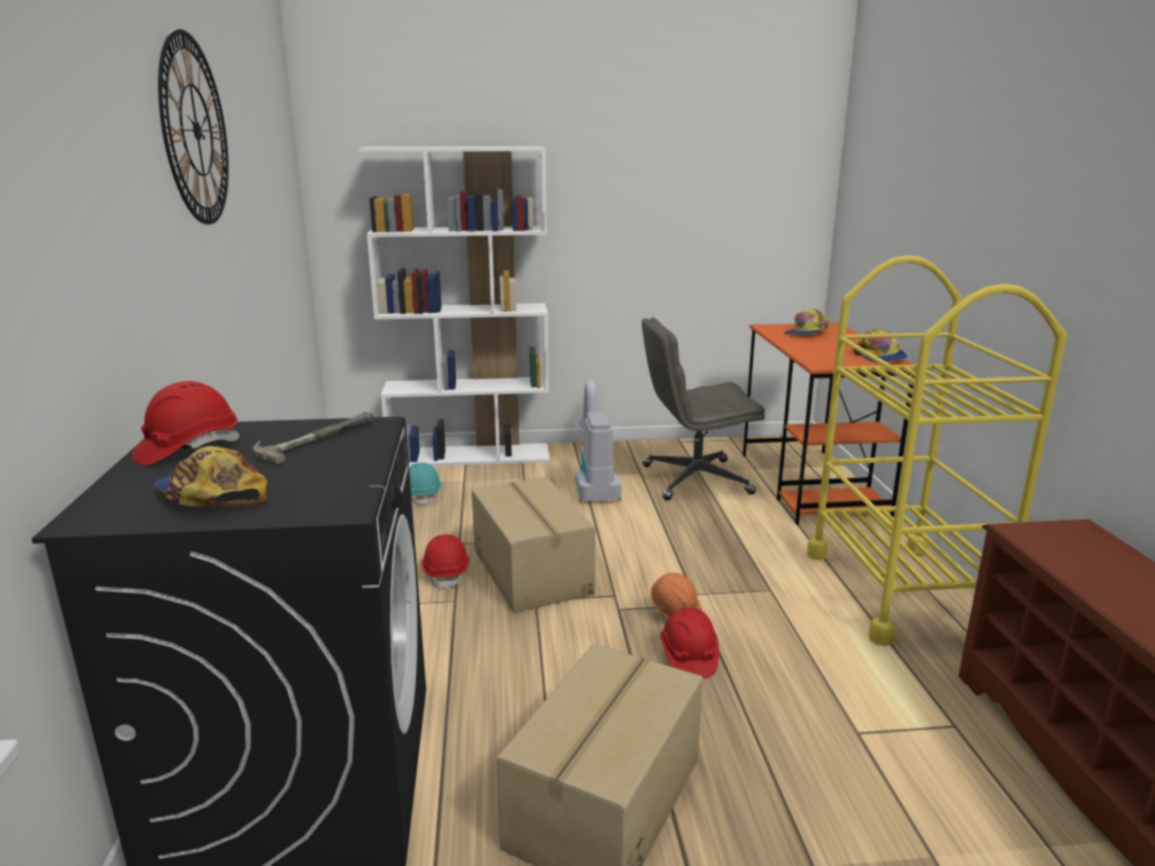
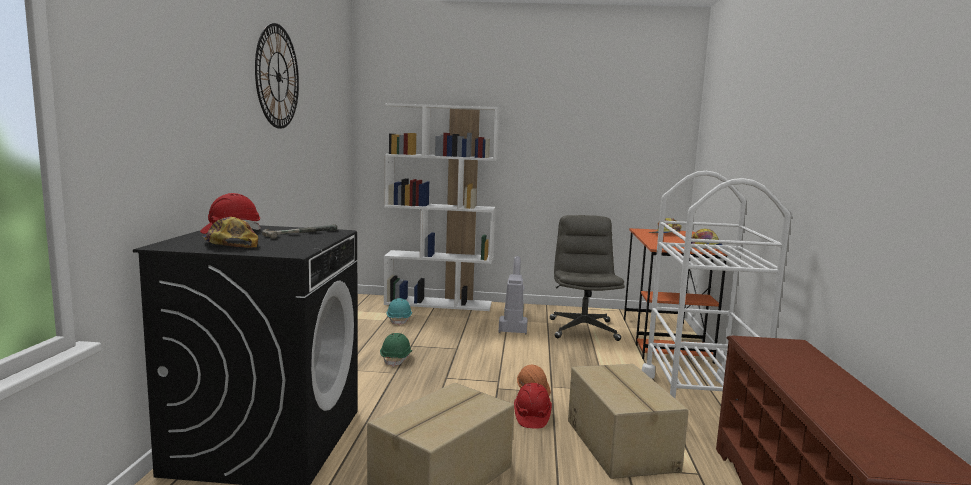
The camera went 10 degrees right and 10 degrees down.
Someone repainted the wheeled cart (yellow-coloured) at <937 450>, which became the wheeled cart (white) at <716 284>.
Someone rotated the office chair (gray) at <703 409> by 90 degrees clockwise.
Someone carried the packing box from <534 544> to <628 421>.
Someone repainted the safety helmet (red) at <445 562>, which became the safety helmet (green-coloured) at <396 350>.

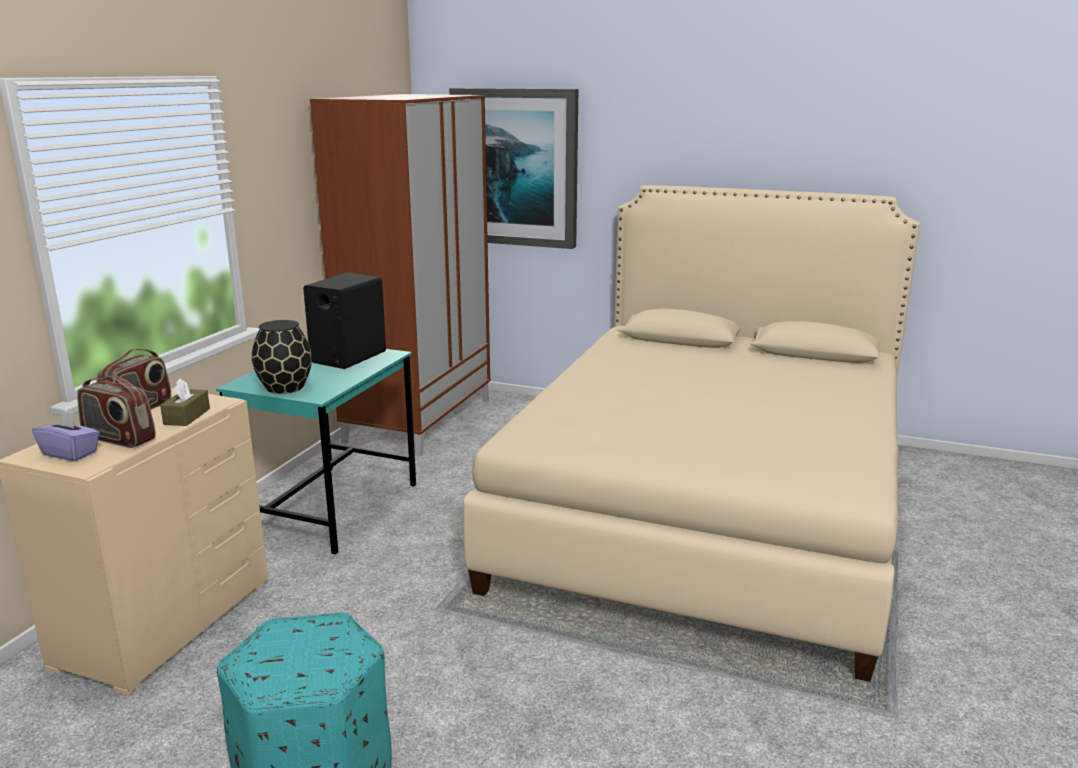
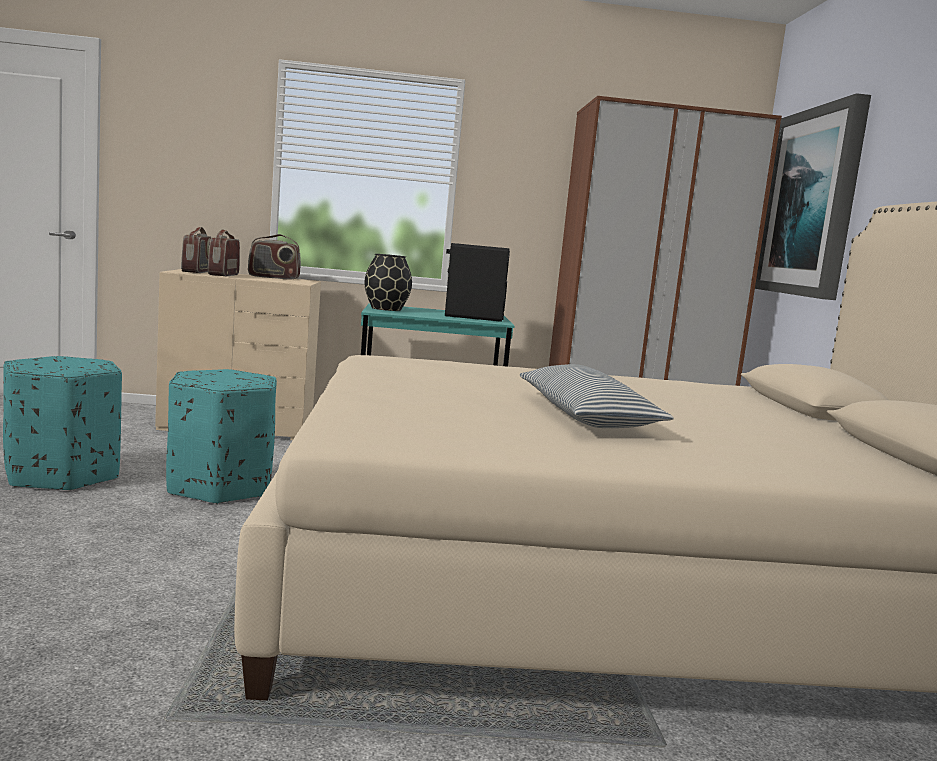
The camera went 65 degrees right and 10 degrees down.
Someone took away the tissue box (brownish) at <185 402>.
Someone swapped the tissue box (purple) at <66 436> for the radio receiver at <196 250>.
Someone put down the pillow at <597 396>.
Someone put down the footrest (turquoise-coloured) at <221 437>.

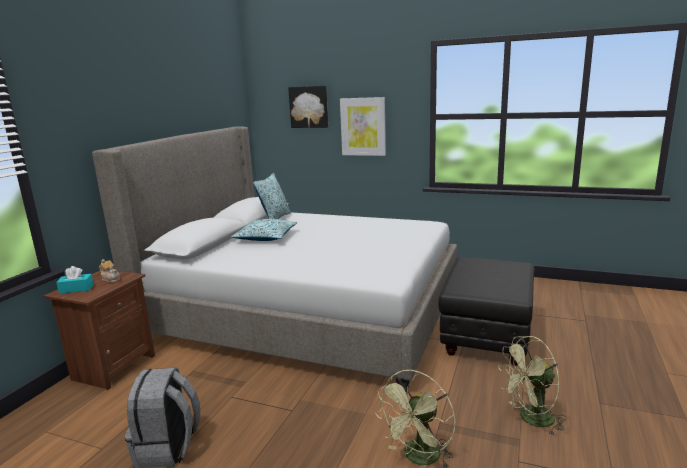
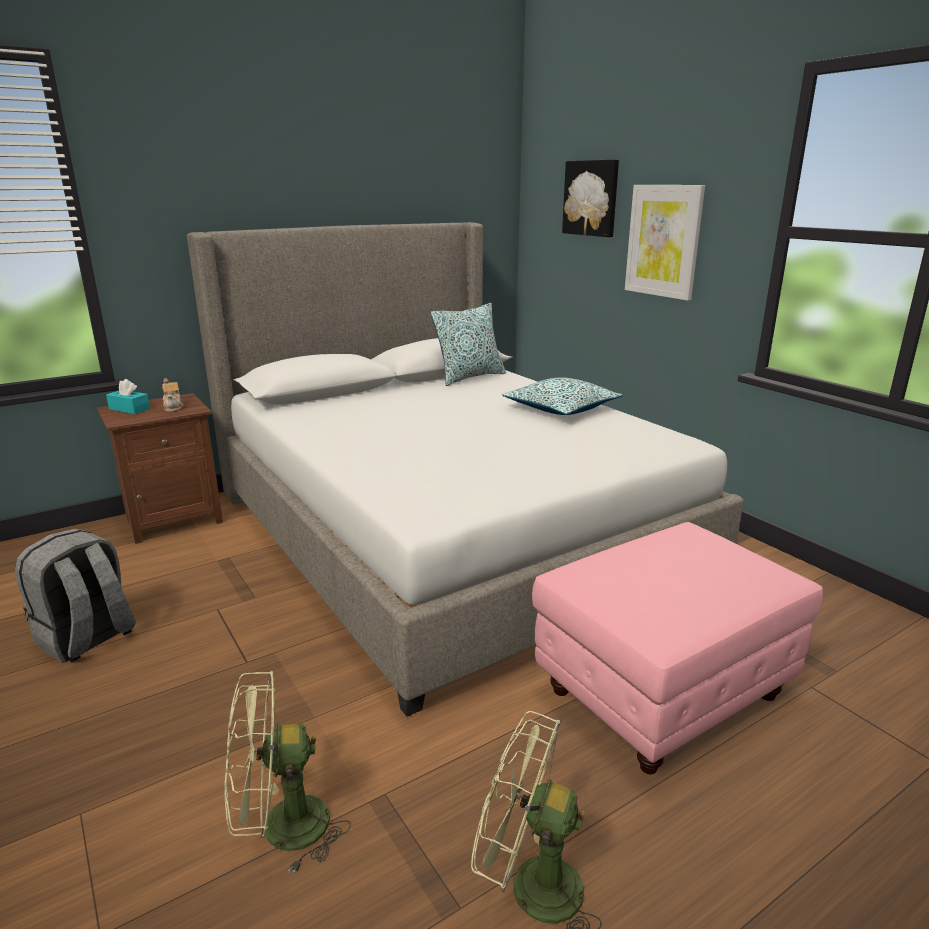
The camera went 35 degrees right and 5 degrees up.
Someone carried the pillow from <264 230> to <562 396>.
Someone repainted the footrest (black) at <486 311>, which became the footrest (pink-coloured) at <677 648>.

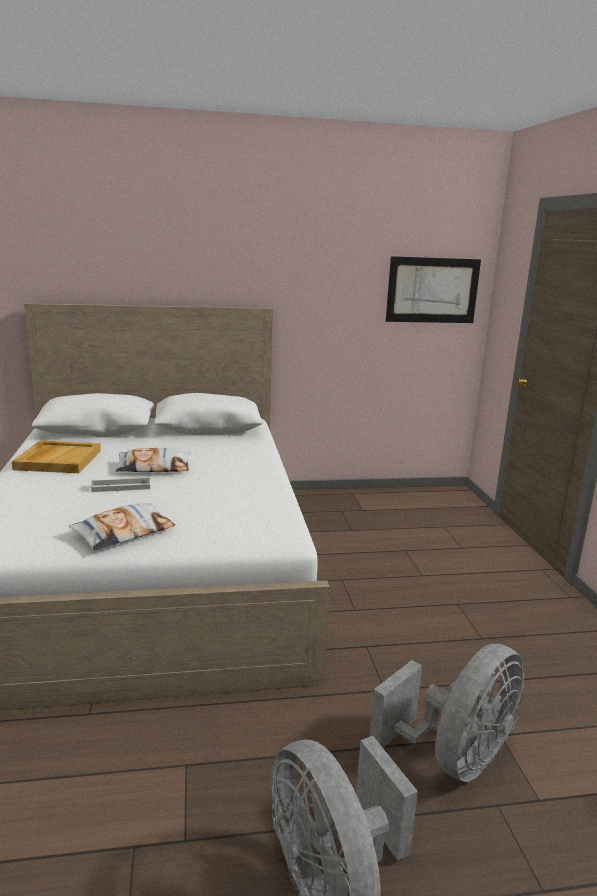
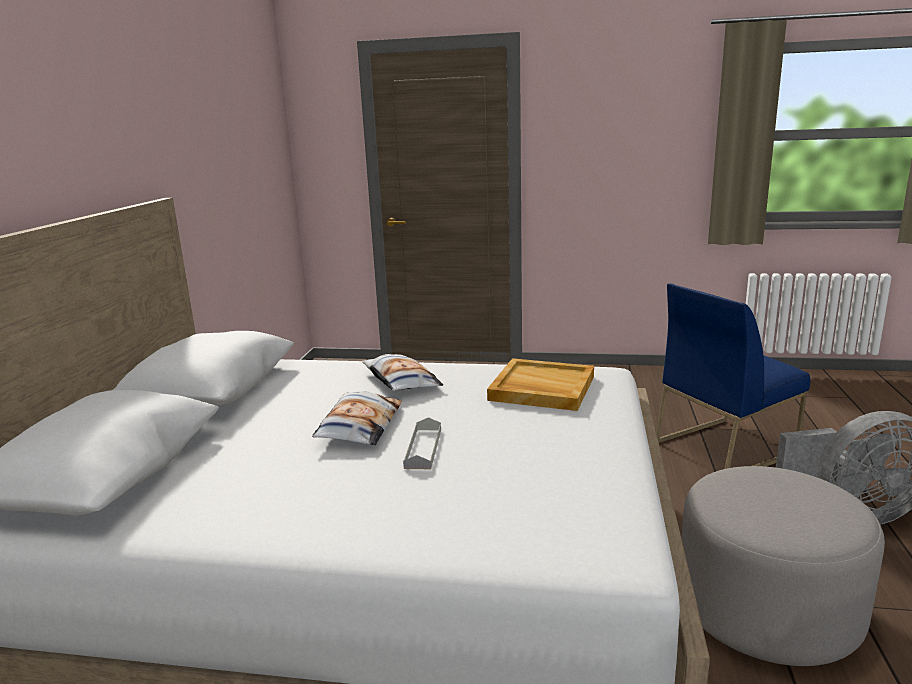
The camera went 70 degrees left and 0 degrees up.
Someone took away the picture at <433 289>.
Someone carried the carrying tray (beige-coloured) from <56 457> to <540 384>.
Someone carried the pillow from <121 527> to <403 372>.
Someone swapped the cooling fan (gray) at <447 713> for the chair (bluish) at <733 376>.
Someone put down the footrest (gray) at <783 566>.

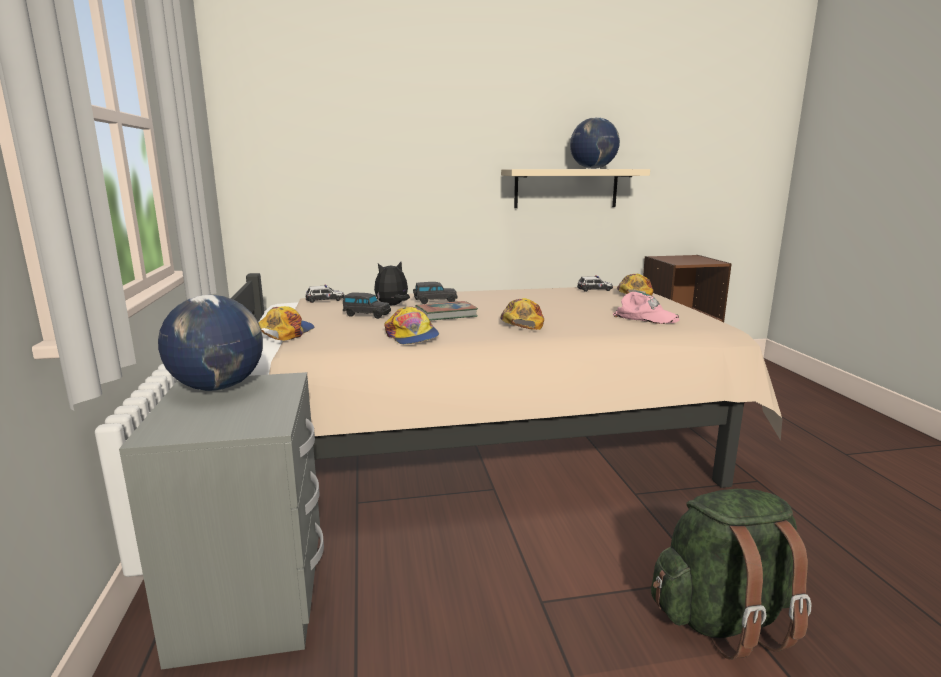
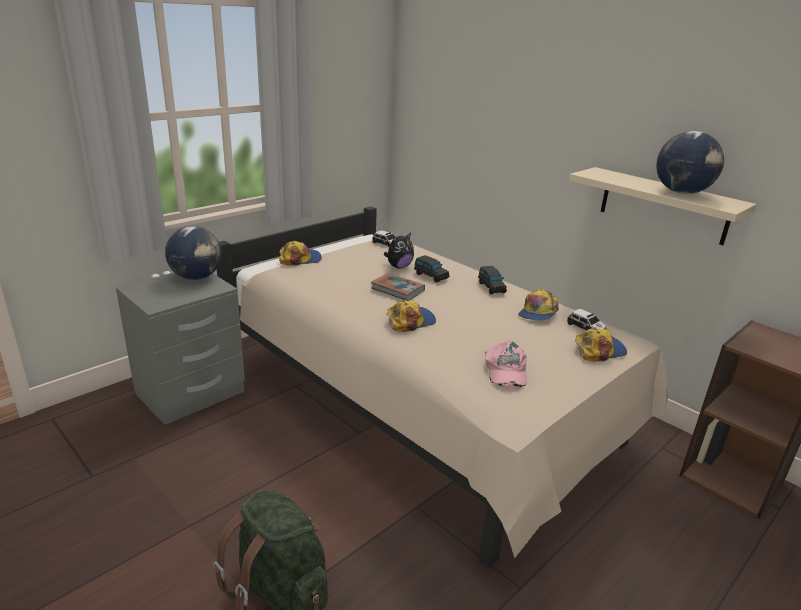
The camera went 55 degrees right and 10 degrees up.
Someone rotated the soft toy at <392 283> by 120 degrees clockwise.
Someone carried the model car (black) from <367 305> to <492 280>.
Someone carried the cap from <411 325> to <538 305>.

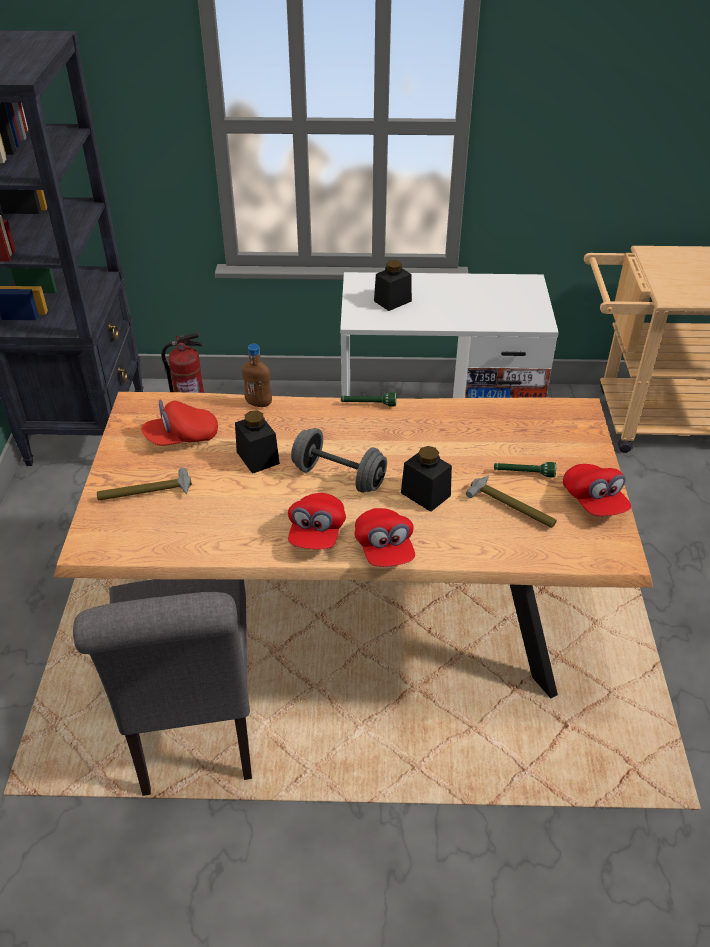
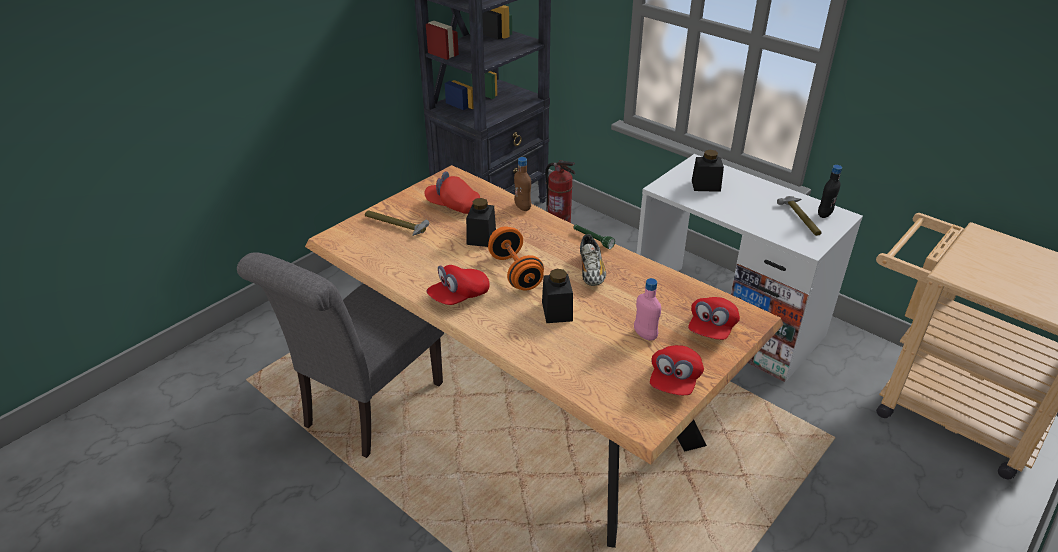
The camera went 40 degrees right and 5 degrees down.
Someone repainted the free weight (gray) at <339 460>, which became the free weight (orange-coloured) at <516 259>.
Someone swapped the torch (green-coloured) at <525 470> for the drink bottle (pink-coloured) at <647 309>.
Someone carried the hand hammer from <511 501> to <799 216>.
Someone carried the cap (red) from <384 537> to <714 318>.
Someone put down the drink bottle (black) at <830 191>.
Someone put down the item of footwear at <593 260>.

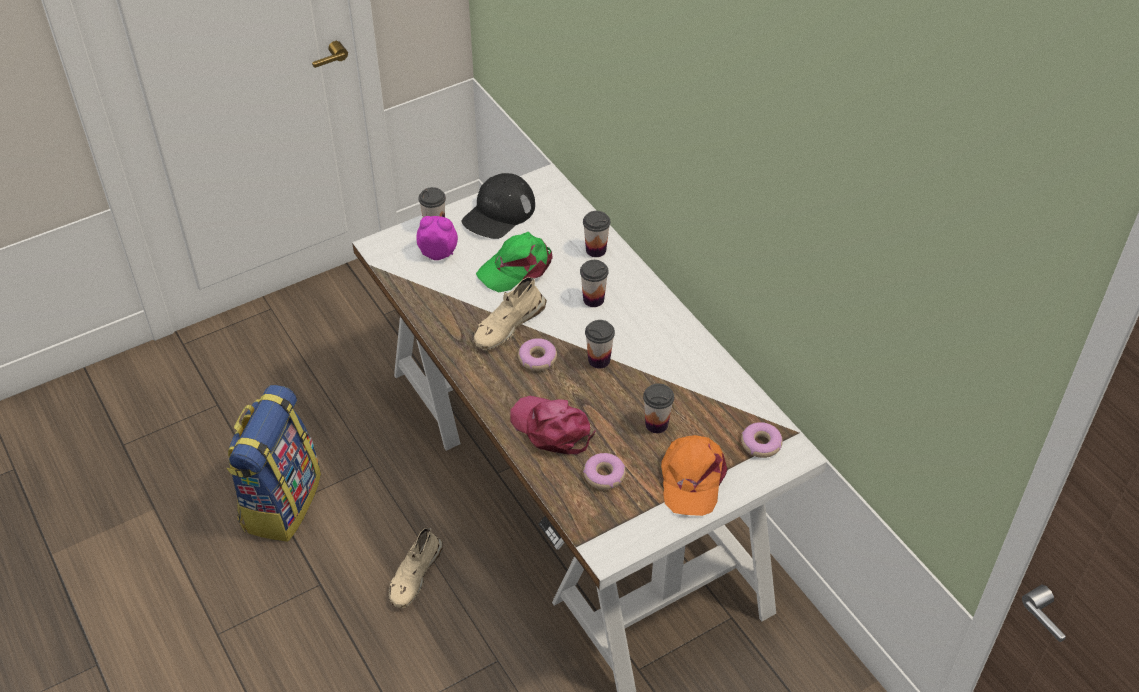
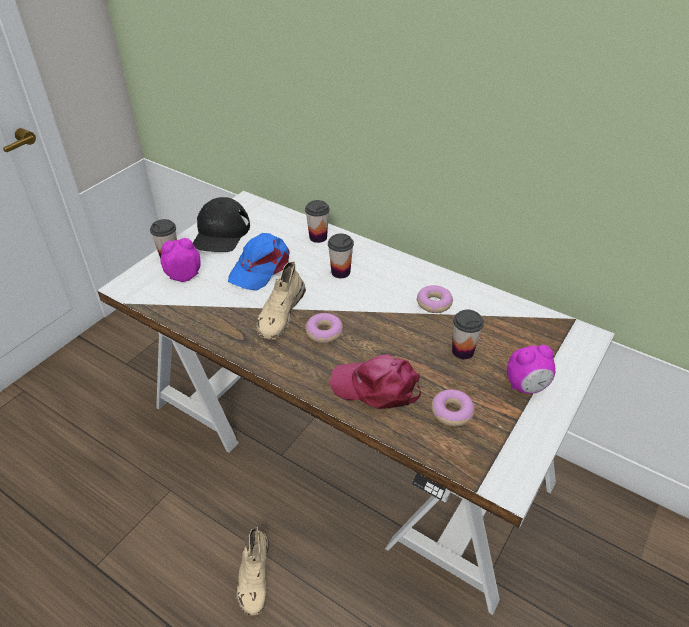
The camera went 25 degrees left and 5 degrees down.
Someone repainted the cap (green-coloured) at <514 262>, which became the cap (bluish) at <259 262>.
Someone took away the small cup at <600 344>.
Someone took away the rucksack at <273 463>.
Someone carried the doughnut from <762 440> to <434 299>.
Someone swapped the cap (orange-coloured) at <694 475> for the bedside clock at <531 369>.

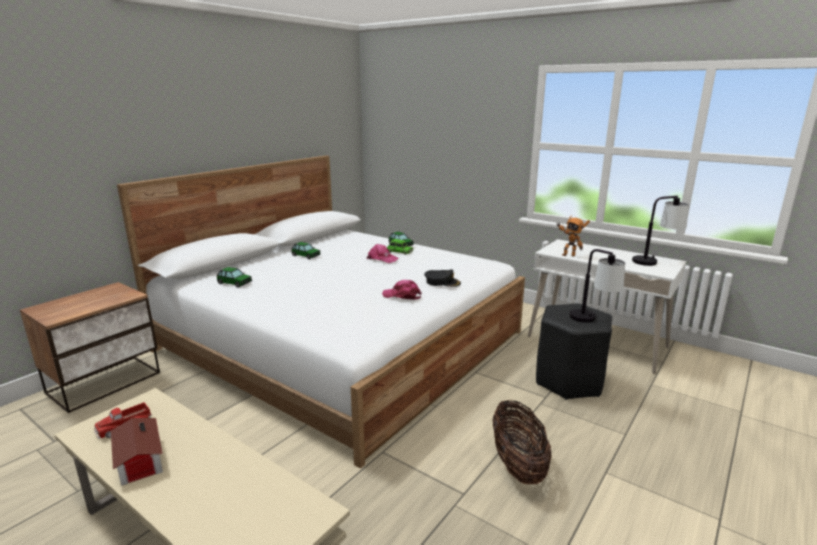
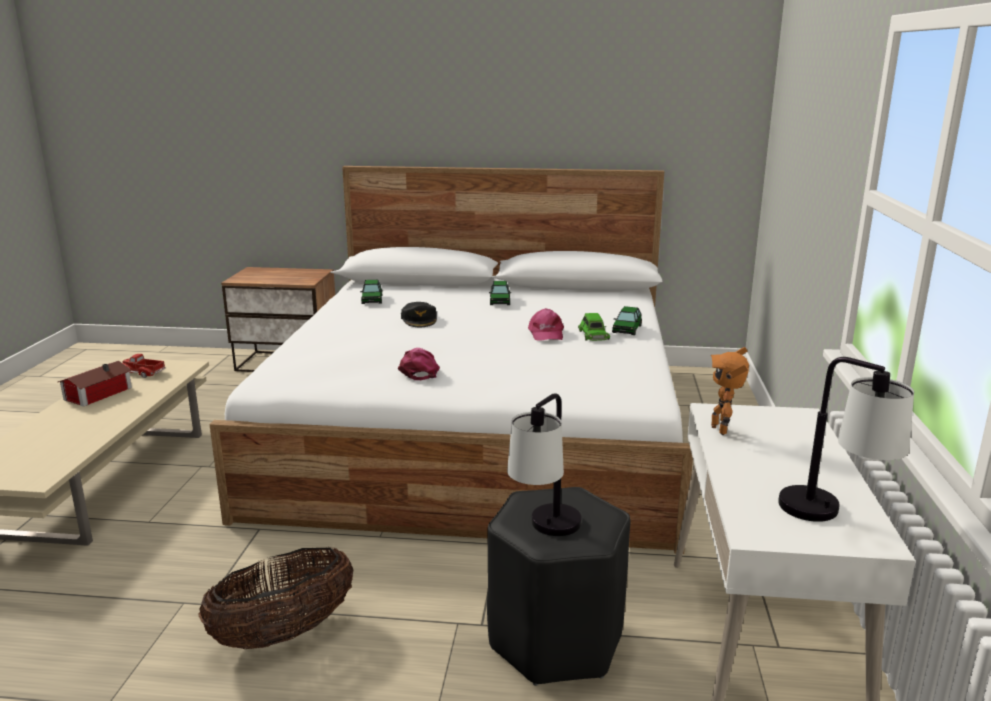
The camera went 60 degrees right and 0 degrees up.
Someone carried the cap (black) from <442 278> to <419 314>.

